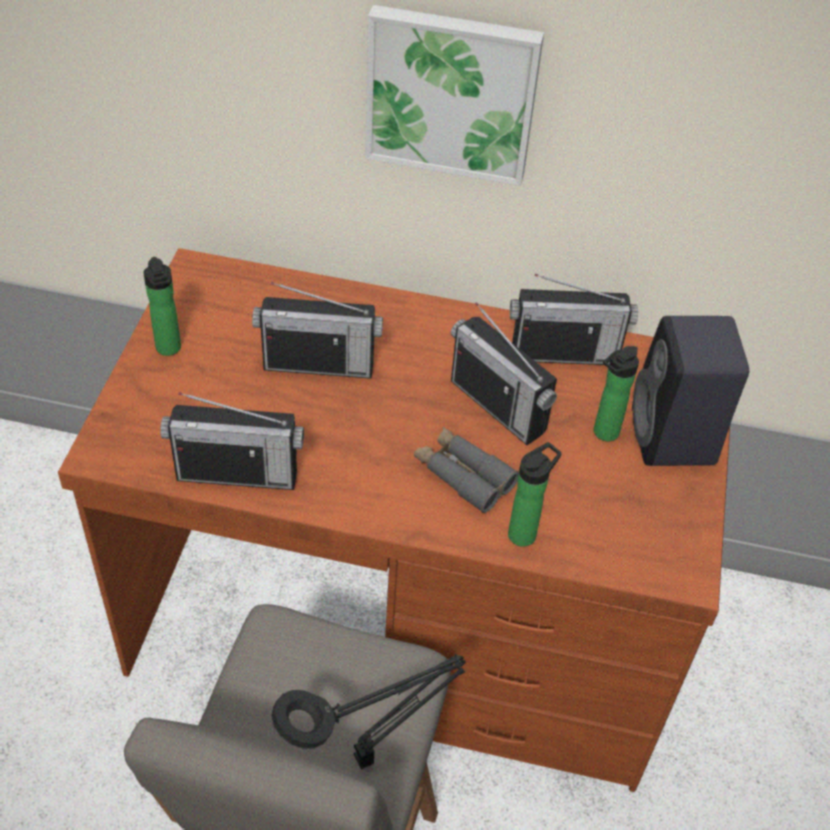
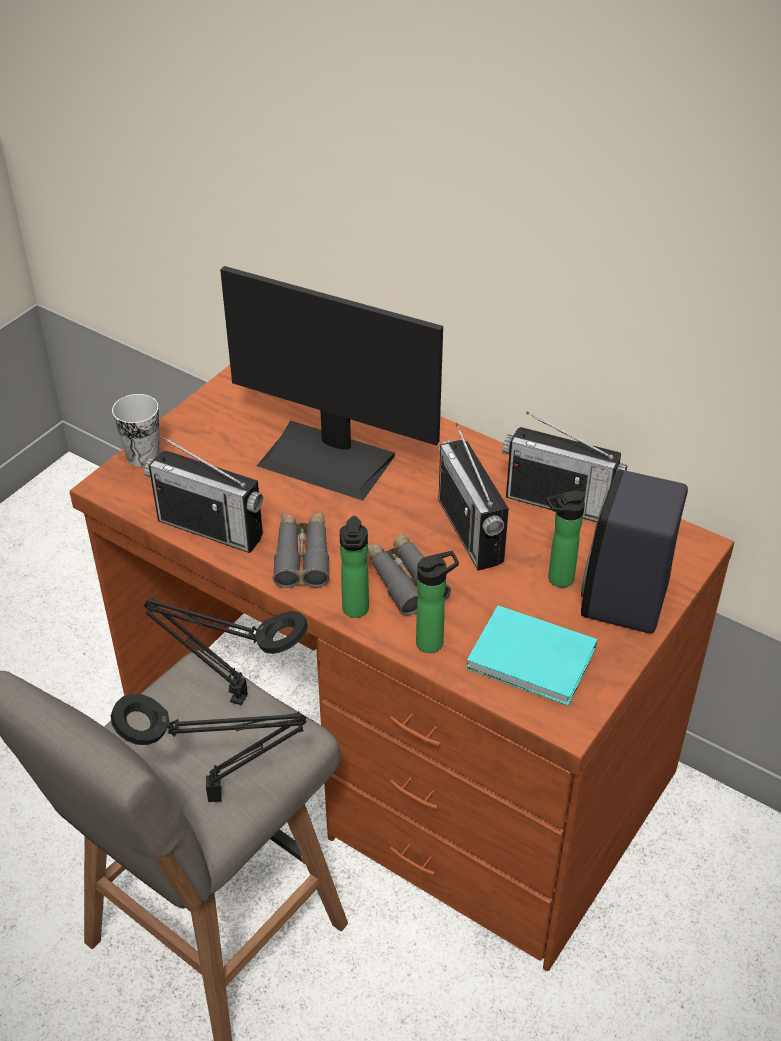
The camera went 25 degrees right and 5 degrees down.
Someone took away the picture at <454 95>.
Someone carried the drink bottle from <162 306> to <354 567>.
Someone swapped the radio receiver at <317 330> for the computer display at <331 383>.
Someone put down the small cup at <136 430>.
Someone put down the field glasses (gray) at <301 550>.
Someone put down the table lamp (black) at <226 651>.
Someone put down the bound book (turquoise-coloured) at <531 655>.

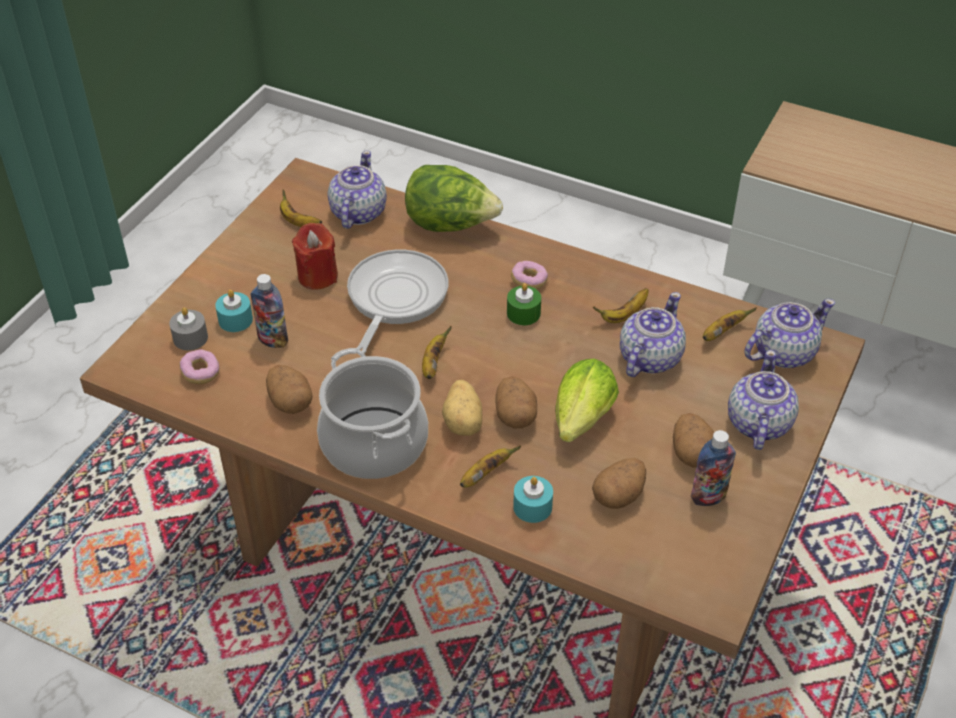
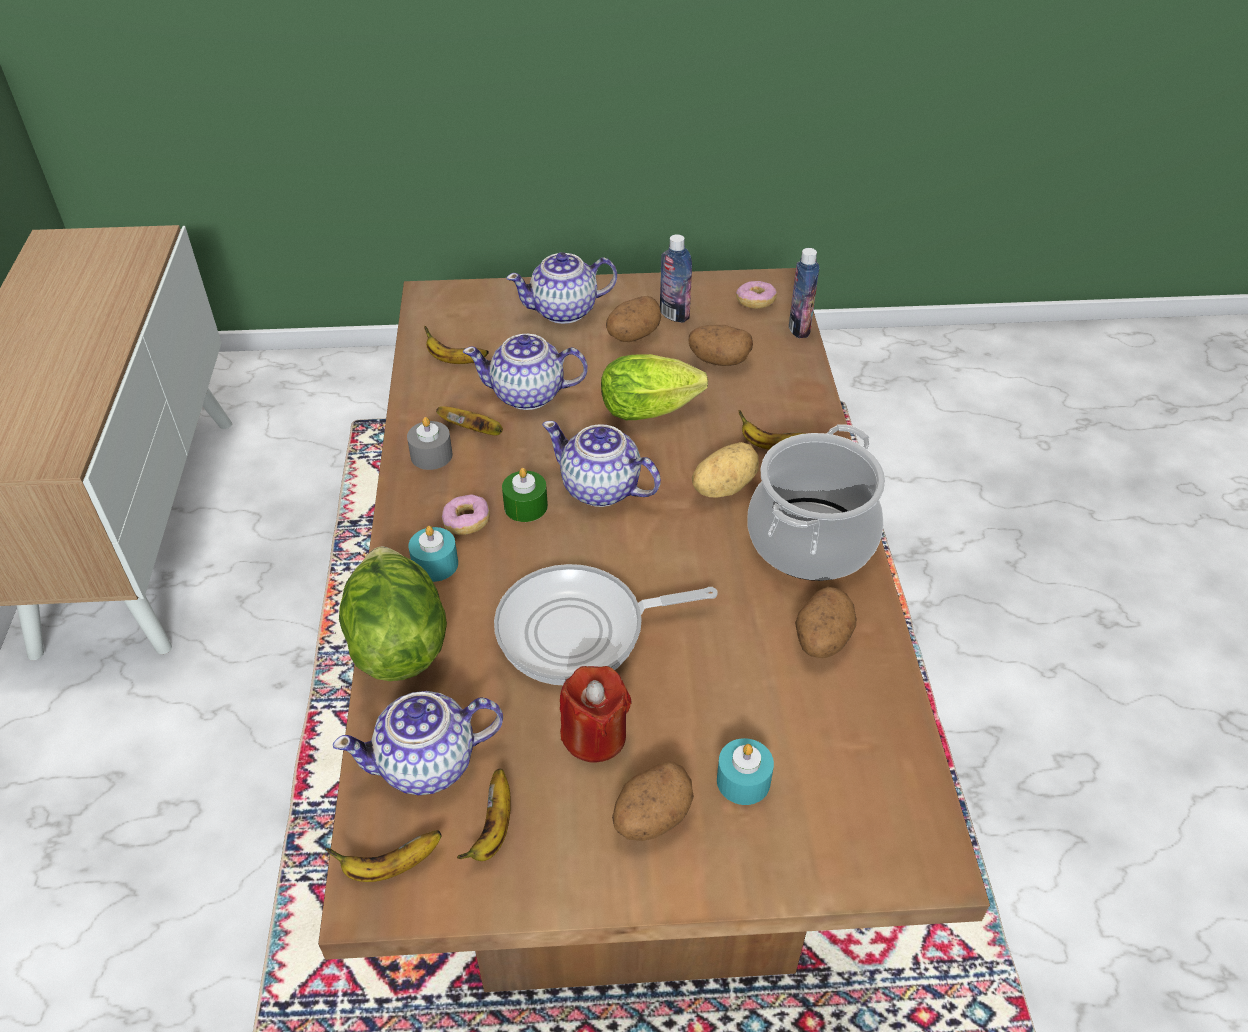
The camera went 120 degrees left and 0 degrees up.
Someone carried the drink bottle from <269 311> to <804 293>.
Someone carried the pot for tea from <789 333> to <601 464>.
Someone carried the wax candle (gray) from <188 328> to <430 443>.
Someone carried the whole banana from <437 352> to <384 856>.
Someone carried the doughnut from <199 367> to <756 295>.
Someone carried the spud from <516 402> to <653 801>.
Someone carried the wax candle (turquoise-coloured) from <533 499> to <433 554>.

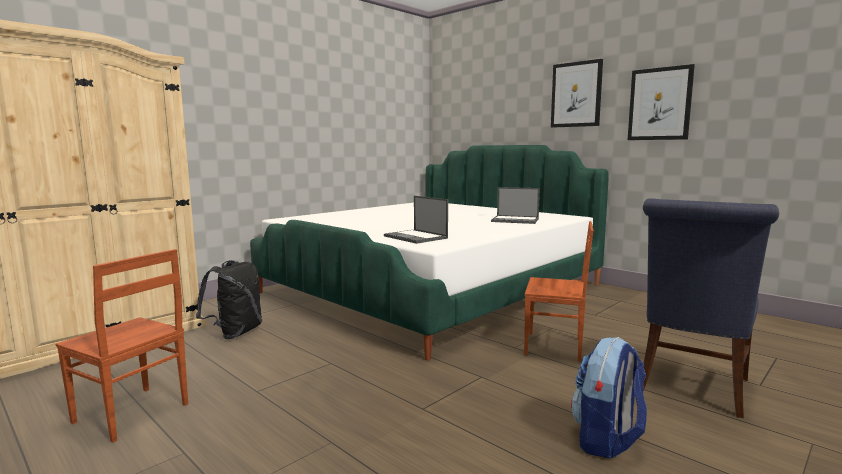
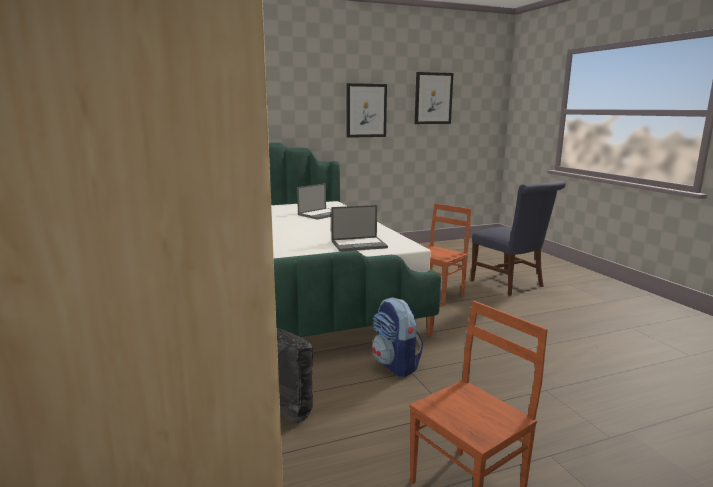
The camera went 65 degrees left and 5 degrees up.
Someone carried the picture from <577 93> to <434 98>.
Someone carried the rucksack from <609 397> to <397 337>.

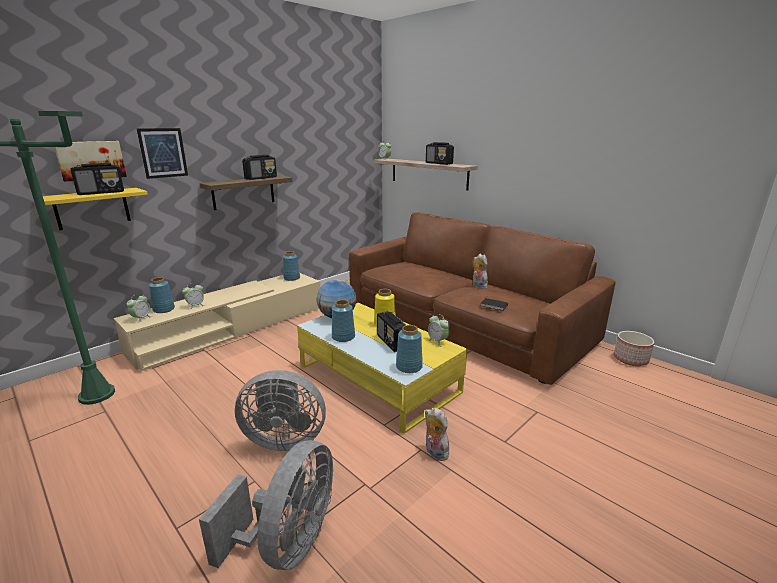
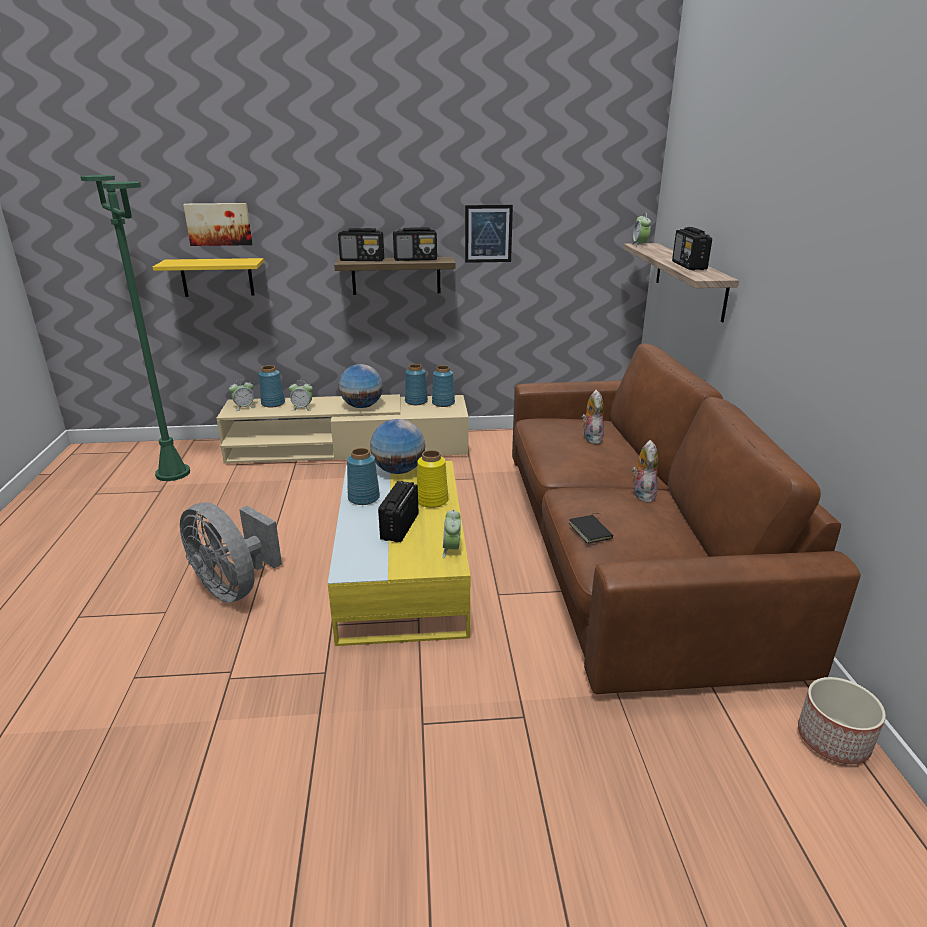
The camera went 40 degrees right and 5 degrees up.
Someone carried the picture from <162 153> to <489 234>.
Someone carried the radio receiver from <97 179> to <361 244>.
Someone carried the flower vase (bluish) from <409 349> to <416 384>.
Someone carried the soft toy from <437 434> to <593 417>.
Someone took away the cooling fan (gray) at <266 505>.
Someone put down the globe at <361 386>.

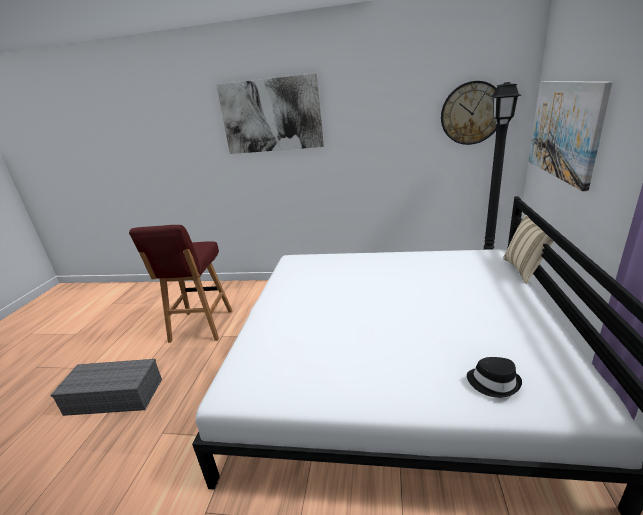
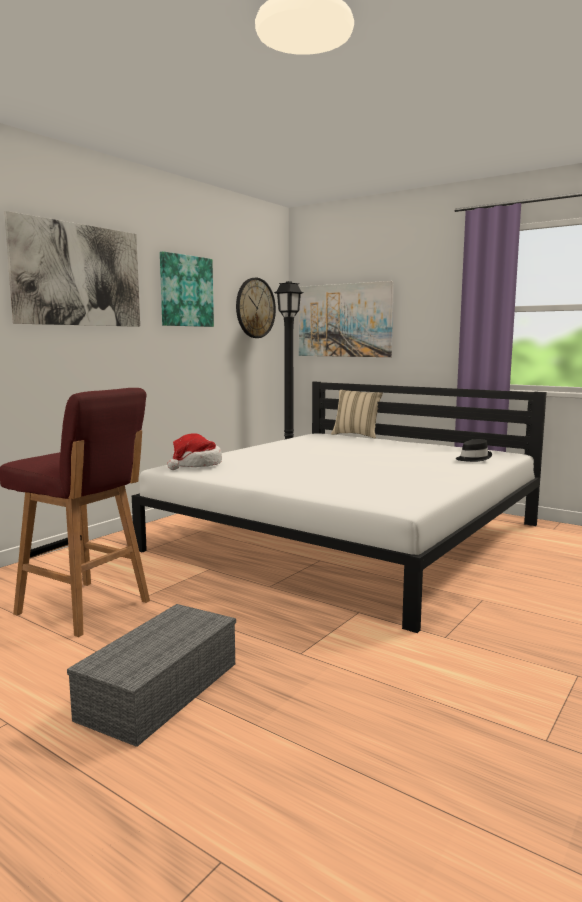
The camera went 65 degrees left and 15 degrees down.
Someone put up the picture at <187 289>.
Someone put down the wearable hat at <194 451>.

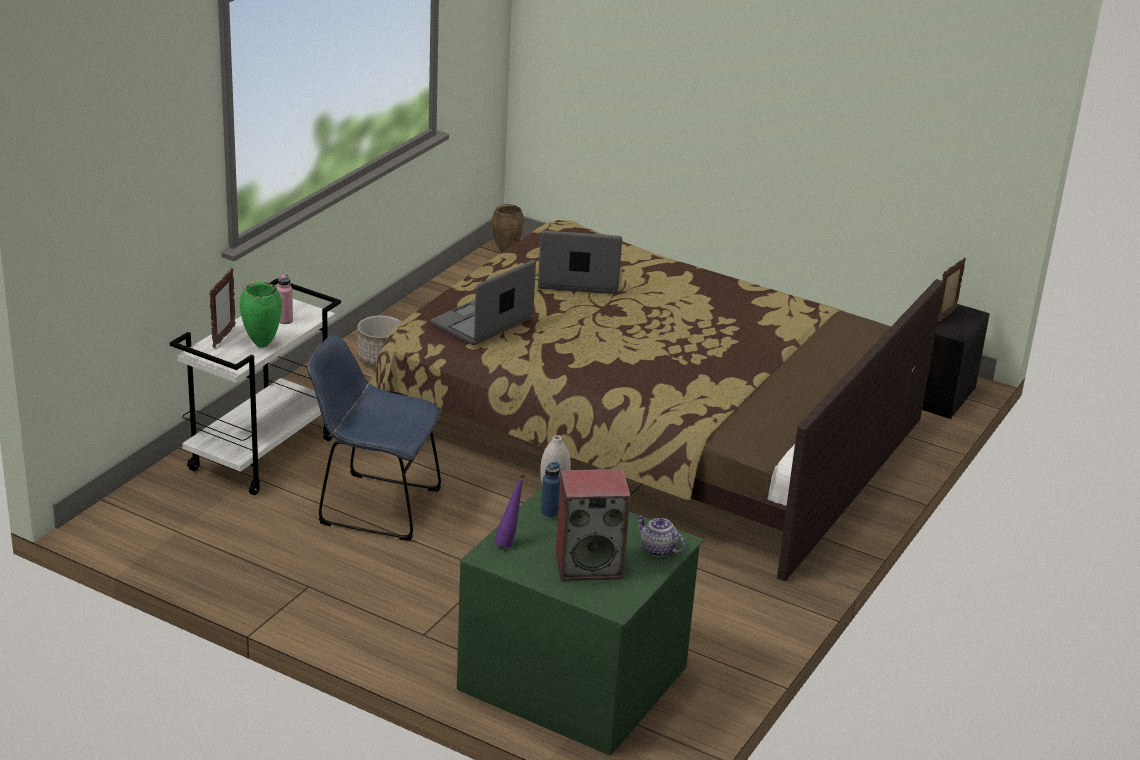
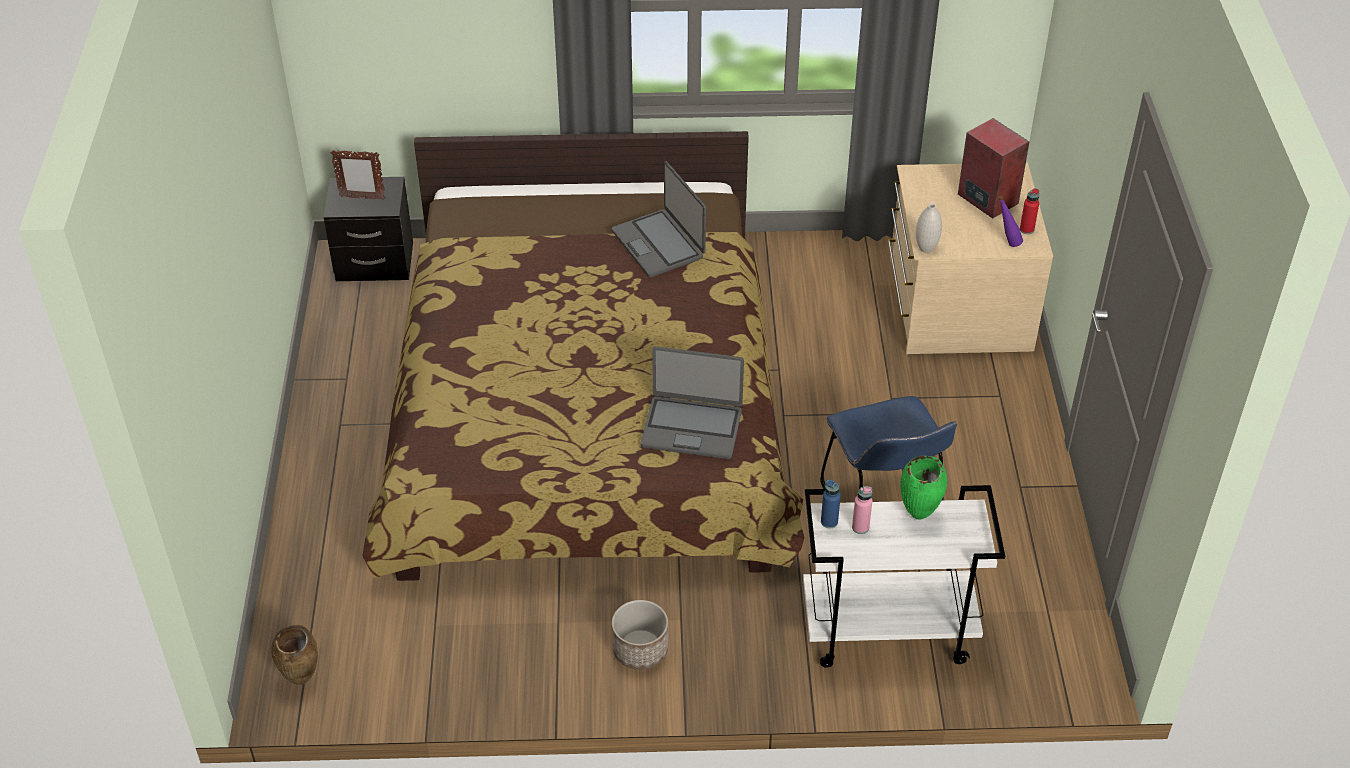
The camera went 120 degrees left and 15 degrees up.
Someone carried the portable computer from <580 262> to <659 219>.
Someone took away the picture frame at <222 308>.
Someone carried the drink bottle (bluish) from <550 490> to <831 504>.
Someone repainted the dresser (green-coloured) at <580 621>, which became the dresser (beige-coloured) at <970 258>.
Someone took away the pot for tea at <660 536>.
Someone put down the drink bottle (red) at <1029 211>.

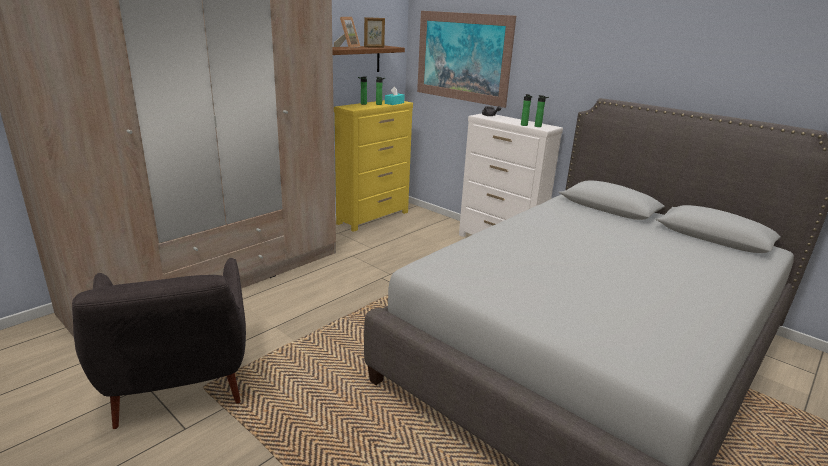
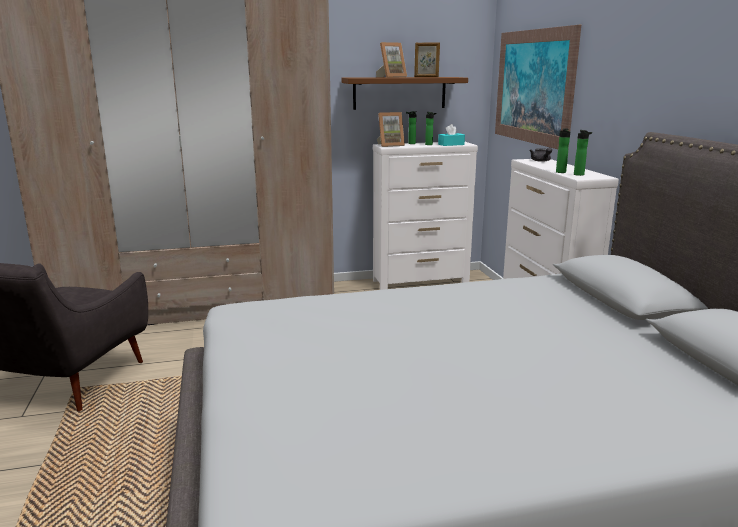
The camera went 35 degrees right and 5 degrees down.
Someone repainted the dresser (yellow-coloured) at <373 166>, which became the dresser (white) at <425 216>.
Someone put down the picture frame at <391 129>.

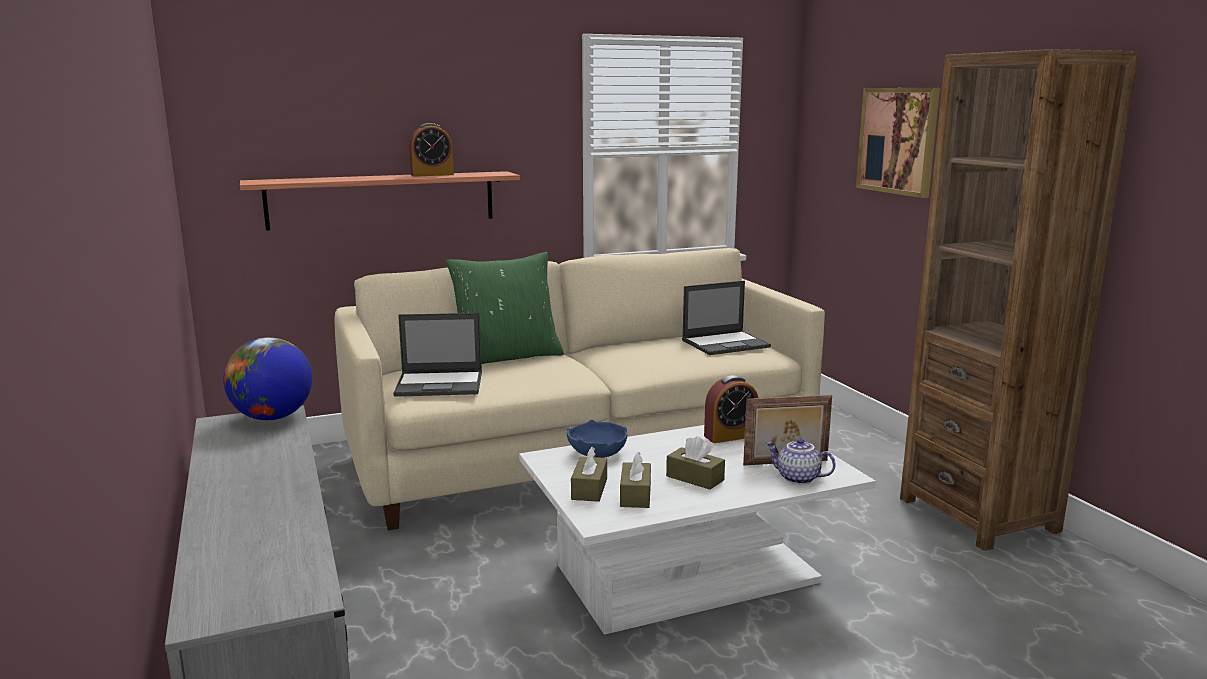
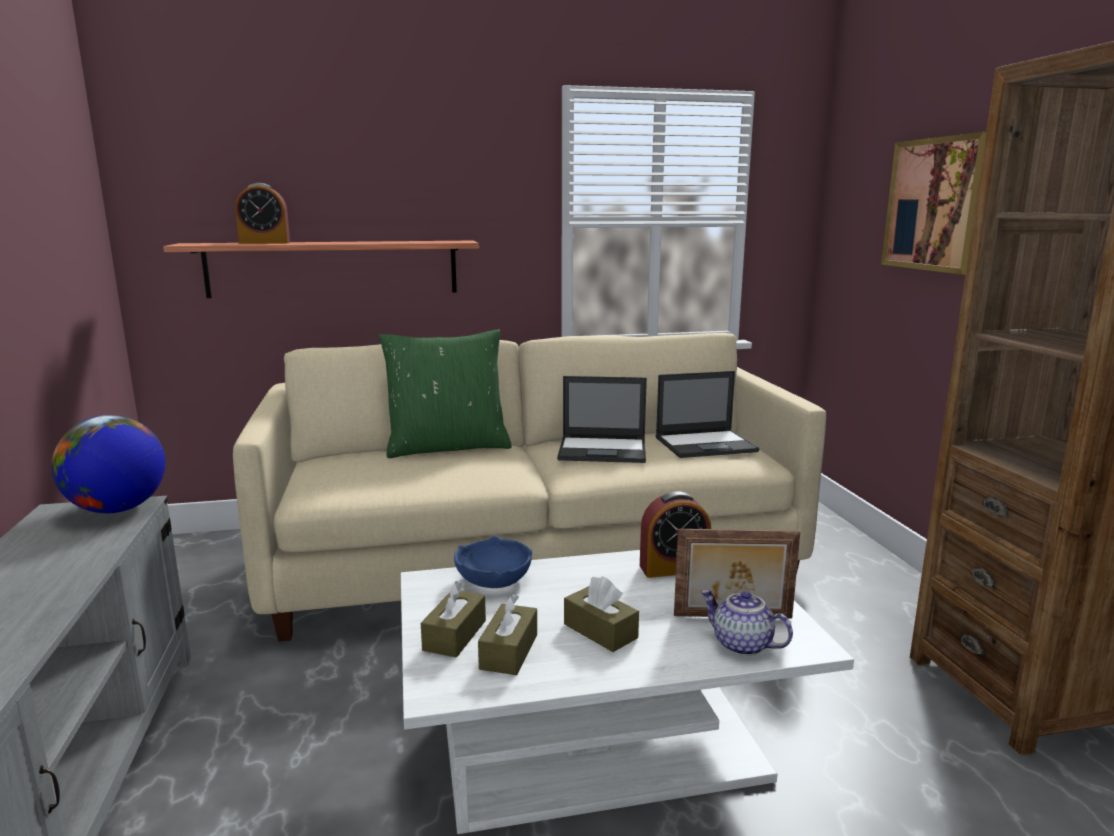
The camera went 10 degrees right and 0 degrees up.
Someone carried the bedside clock from <431 150> to <262 213>.
Someone carried the portable computer from <437 355> to <602 419>.

